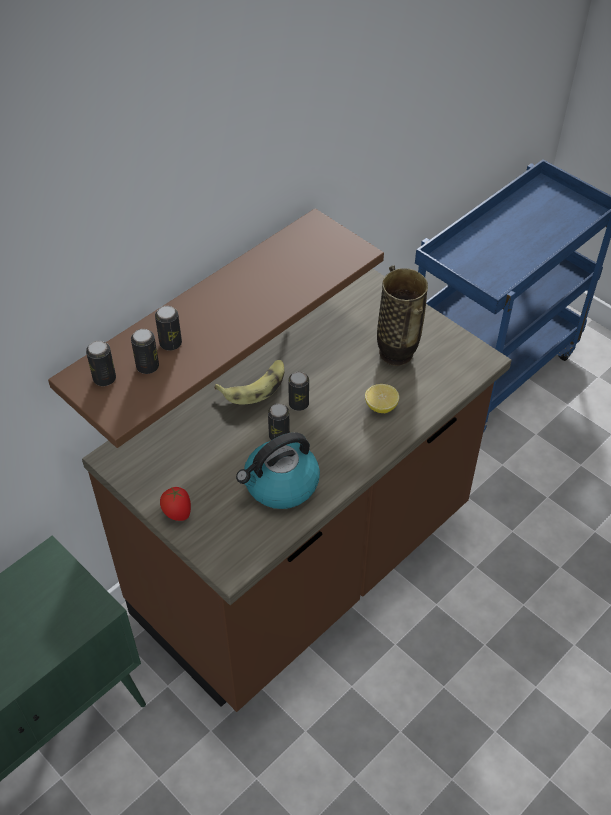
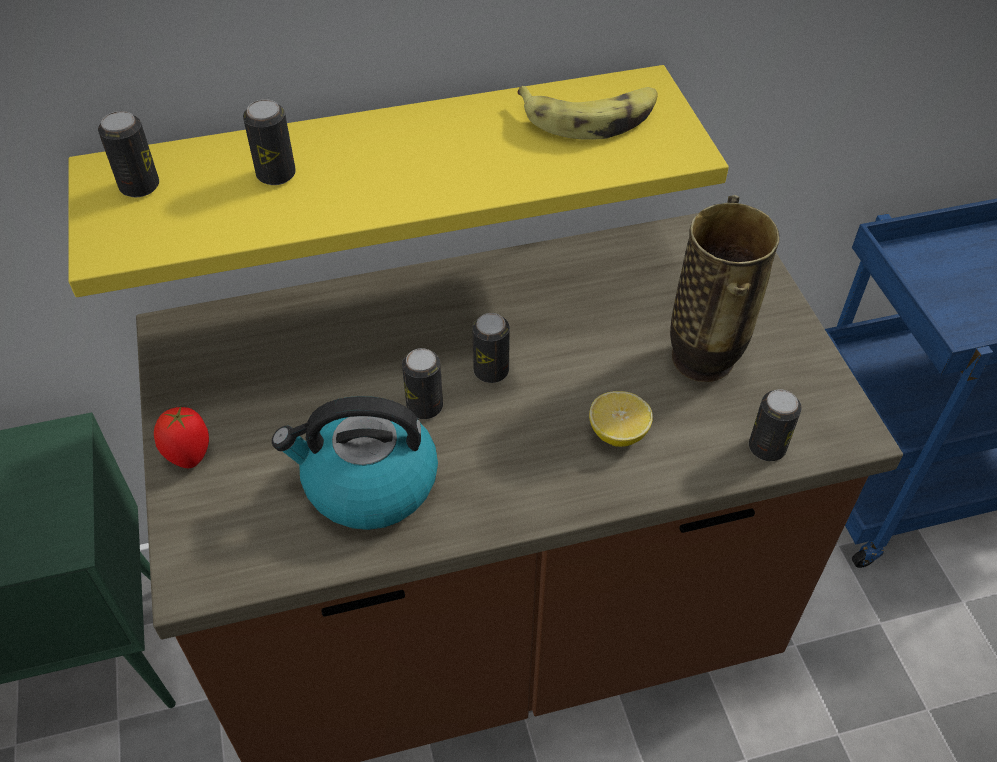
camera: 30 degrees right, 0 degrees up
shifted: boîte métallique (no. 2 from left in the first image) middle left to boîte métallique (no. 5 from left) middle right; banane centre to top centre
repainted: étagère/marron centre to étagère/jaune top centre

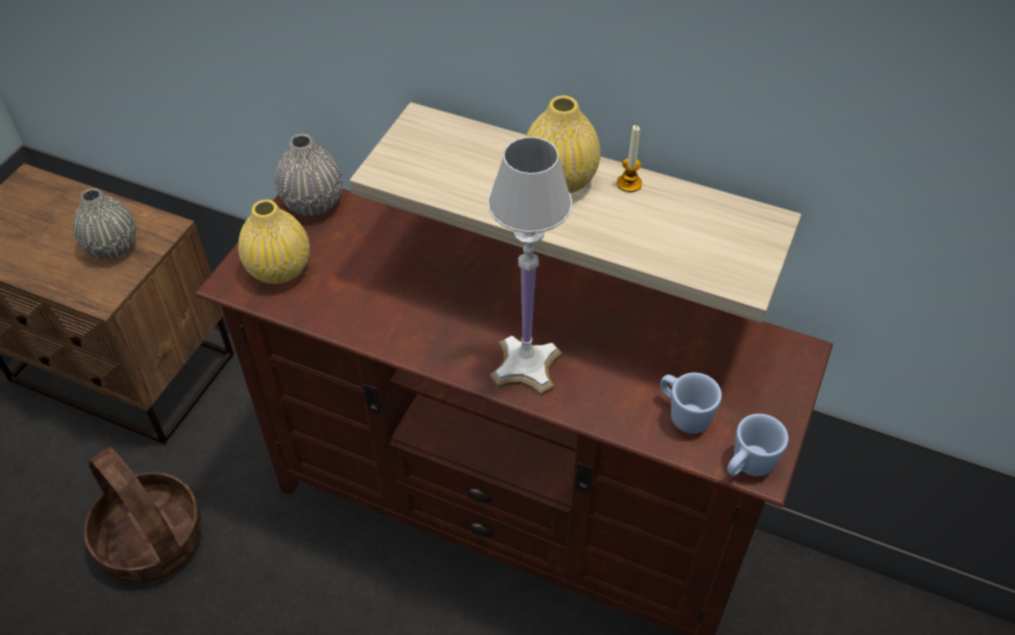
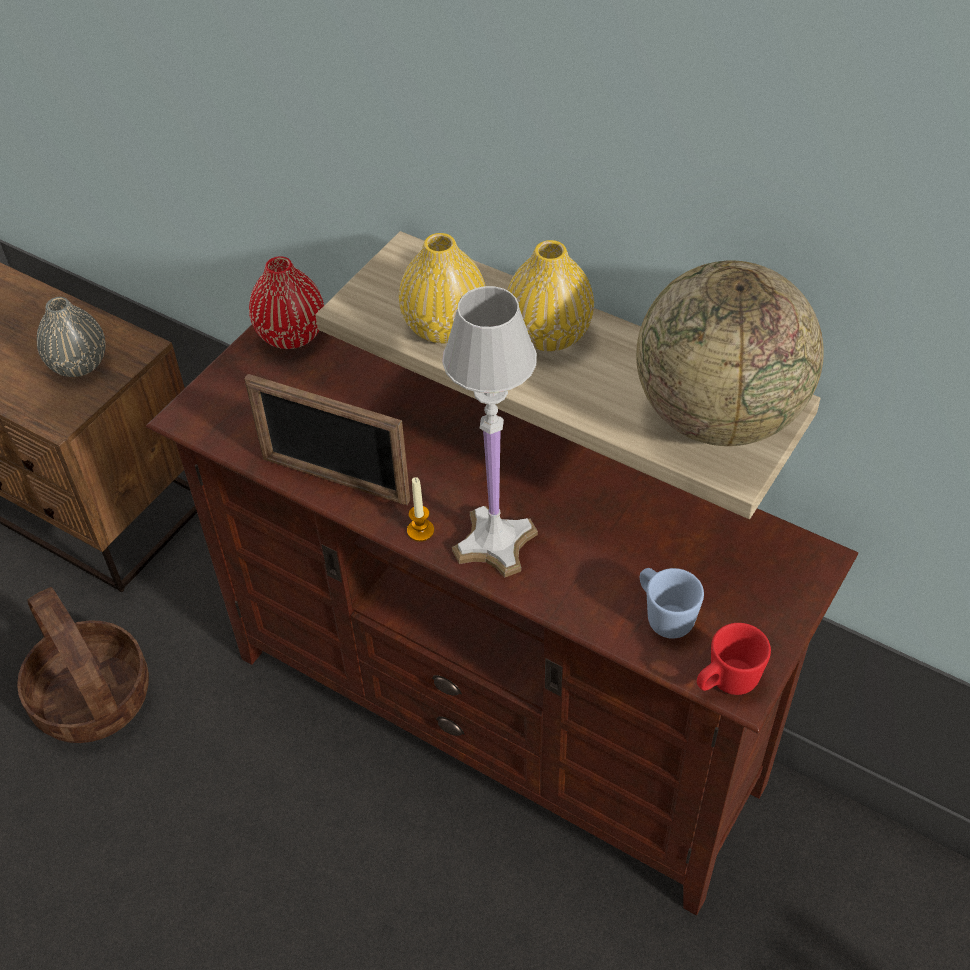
camera: 10 degrees right, 0 degrees up
new: cadre photo centre; globe middle right
shifted: vase/jaune (no. 1 from left) middle left to top centre; bougie top centre to centre
repainted: vase/gris (no. 2 from left) top left to vase/rouge top left; mug/bleu (no. 2 from left) bottom right to mug/rouge bottom right

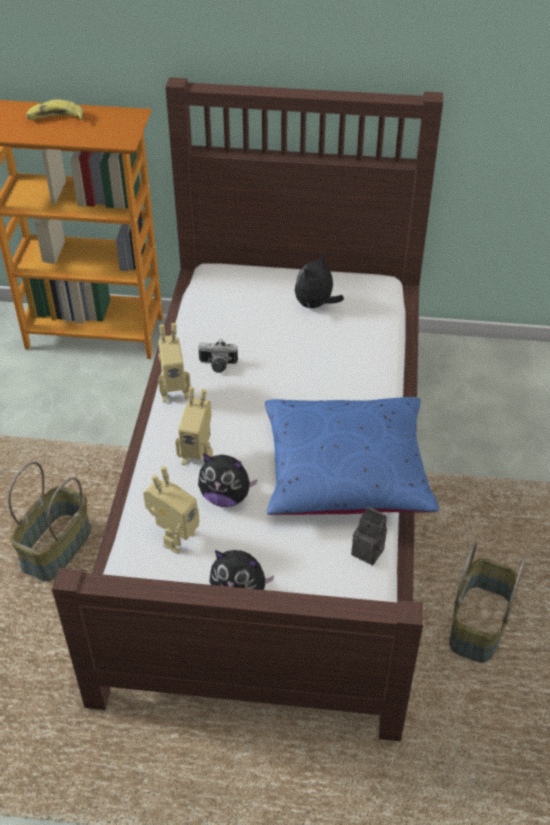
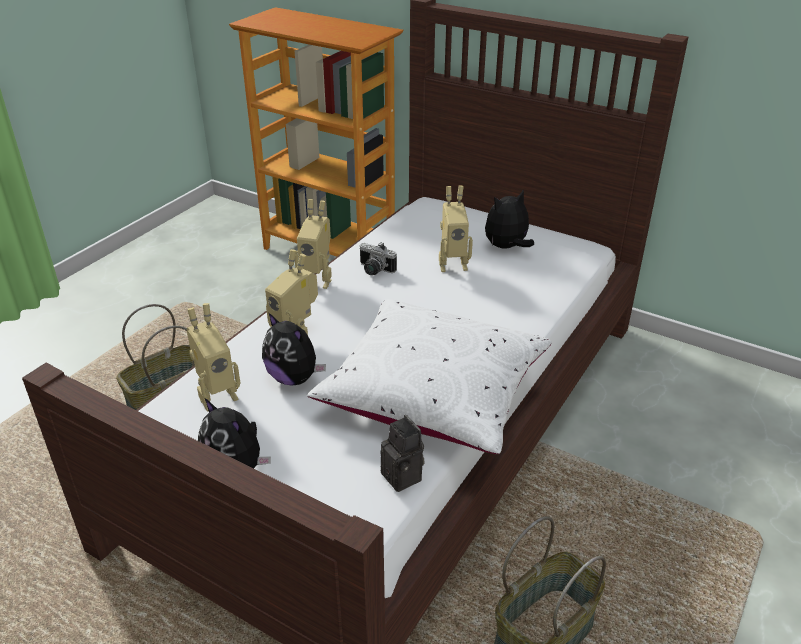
camera: 25 degrees right, 10 degrees down
gone: banane top left
new: robot jouet (no. 4 from left) centre
repainted: coussin/bleu centre to coussin/blanc centre

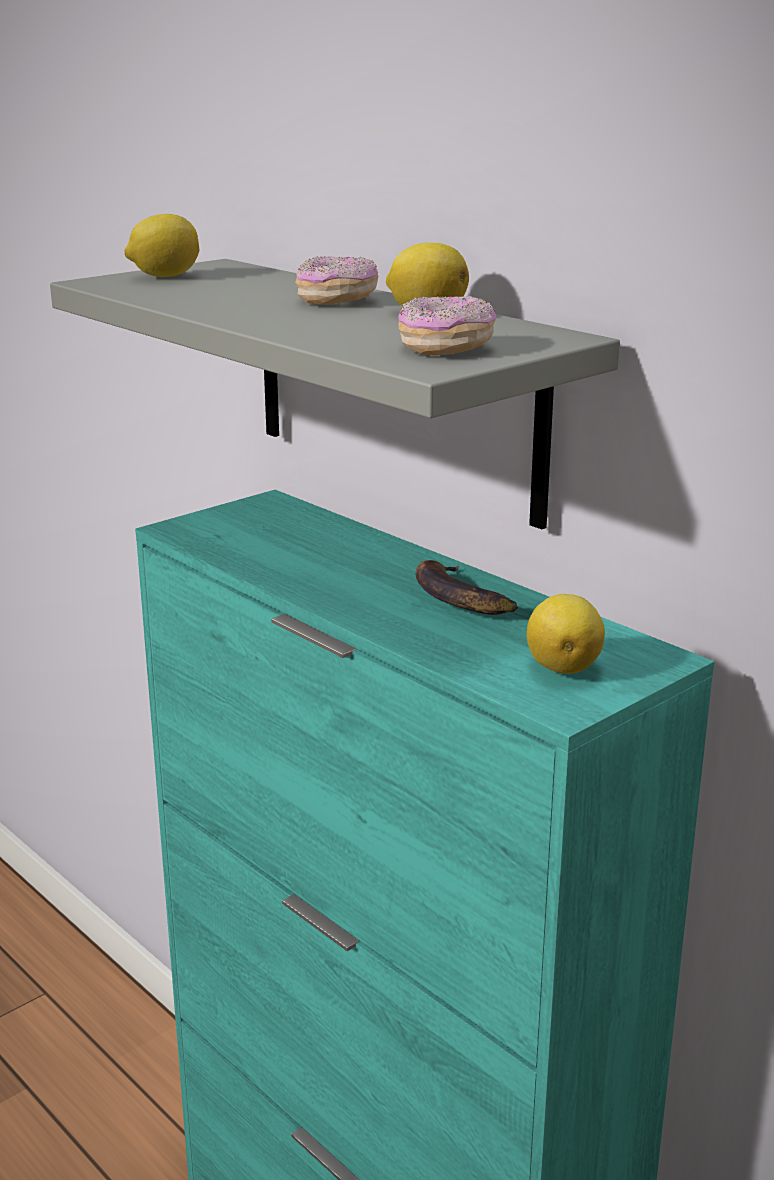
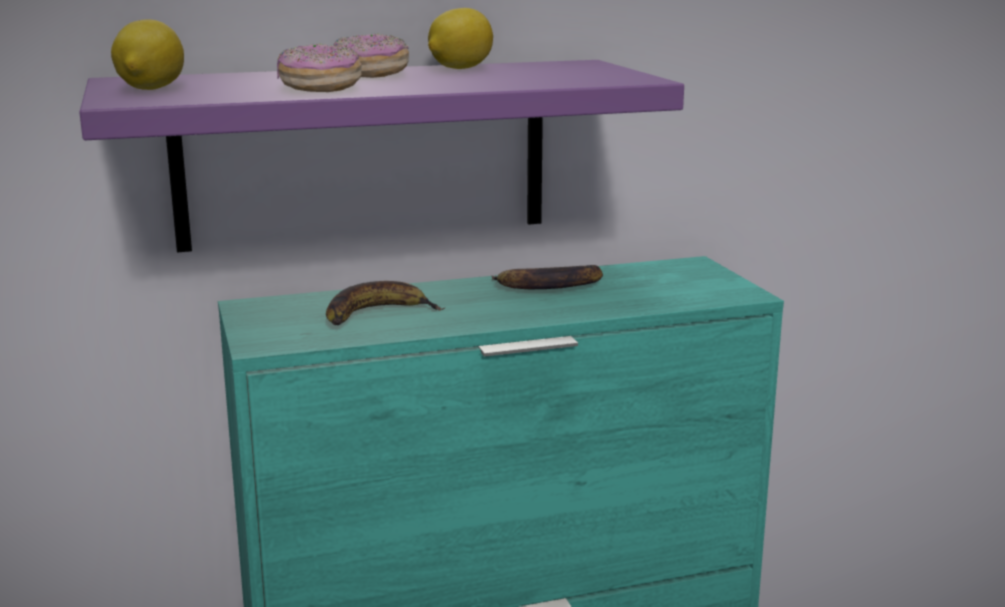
camera: 65 degrees left, 5 degrees down
gone: citron (no. 3 from left) middle right
new: banane (no. 1 from left) centre
shifted: beignet (no. 2 from left in the first image) top centre to beignet (no. 1 from left) top left
repainted: étagère/gris centre to étagère/violet top centre

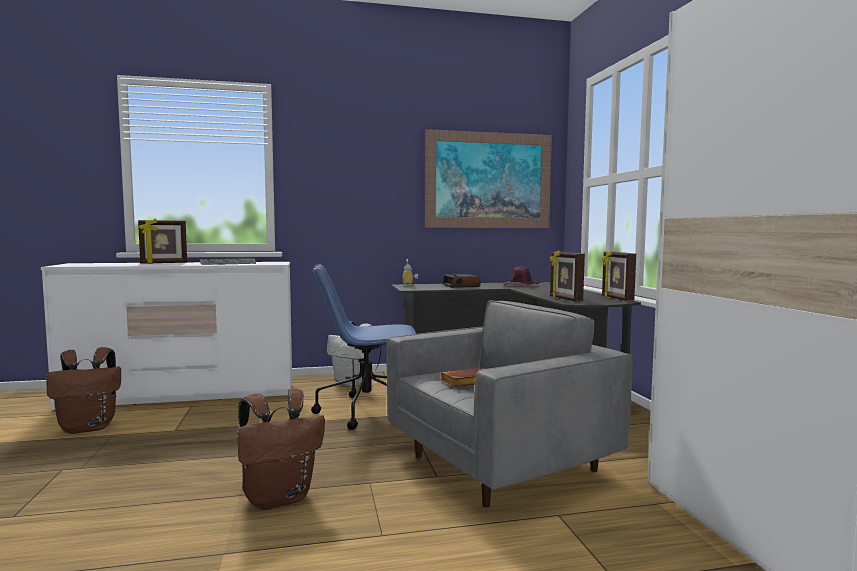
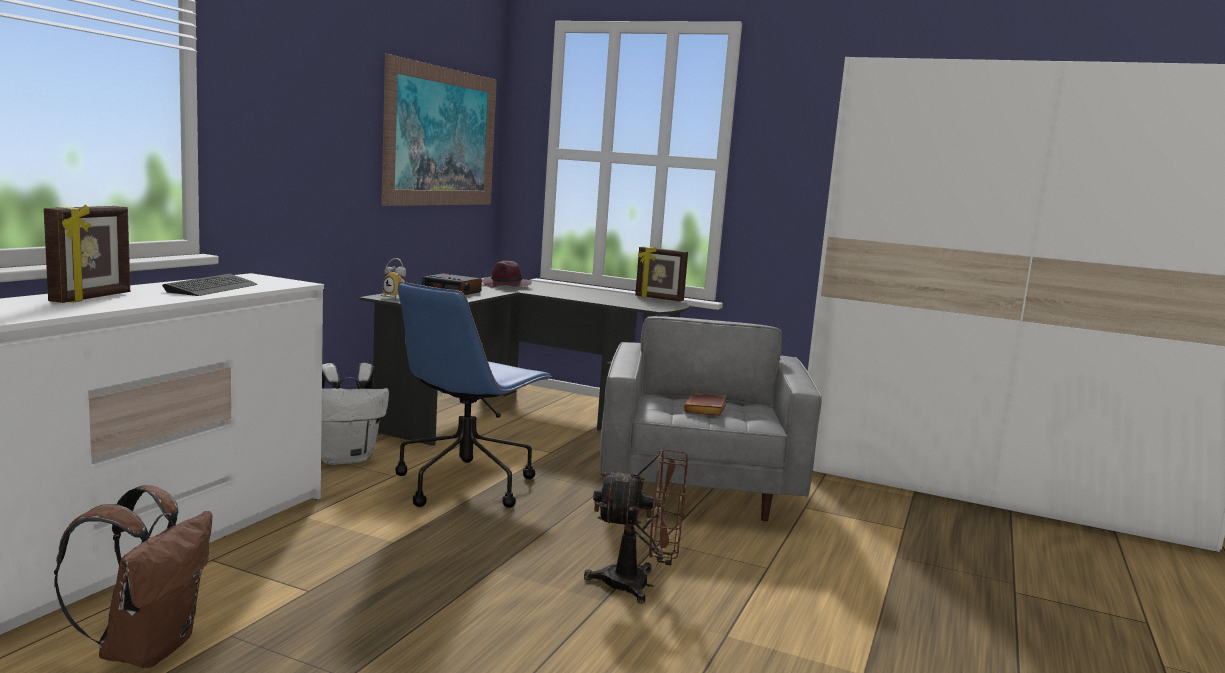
camera: 55 degrees left, 5 degrees up
gone: cadre photo (no. 2 from left) centre
swapped: sac à dos/marron (no. 2 from left) bottom left to ventilateur/marron bottom centre

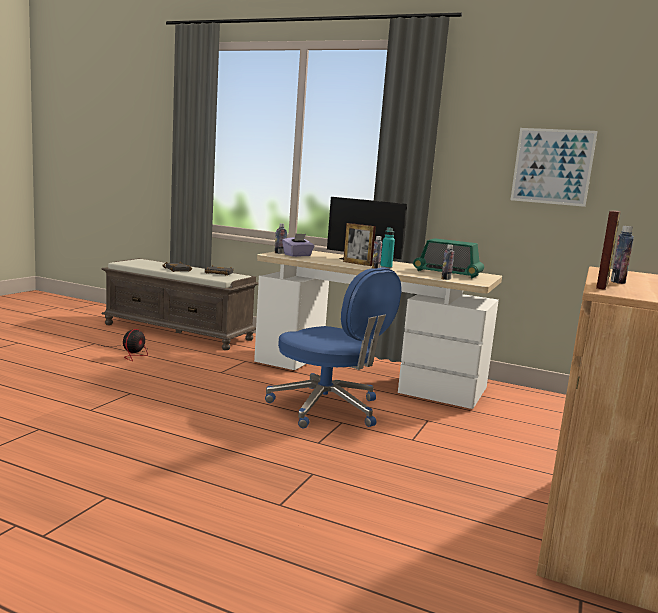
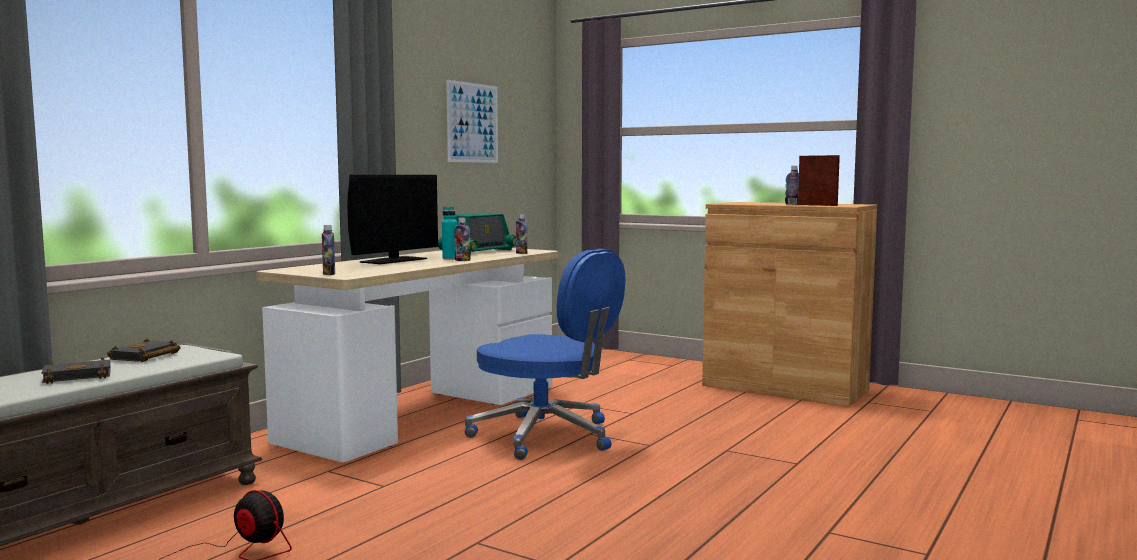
camera: 80 degrees left, 5 degrees down
gone: boîte à mouchoirs/violet centre; cadre photo (no. 1 from left) centre
rotated: chaise de bureau/bleu centre = centre 75 degrees clockwise

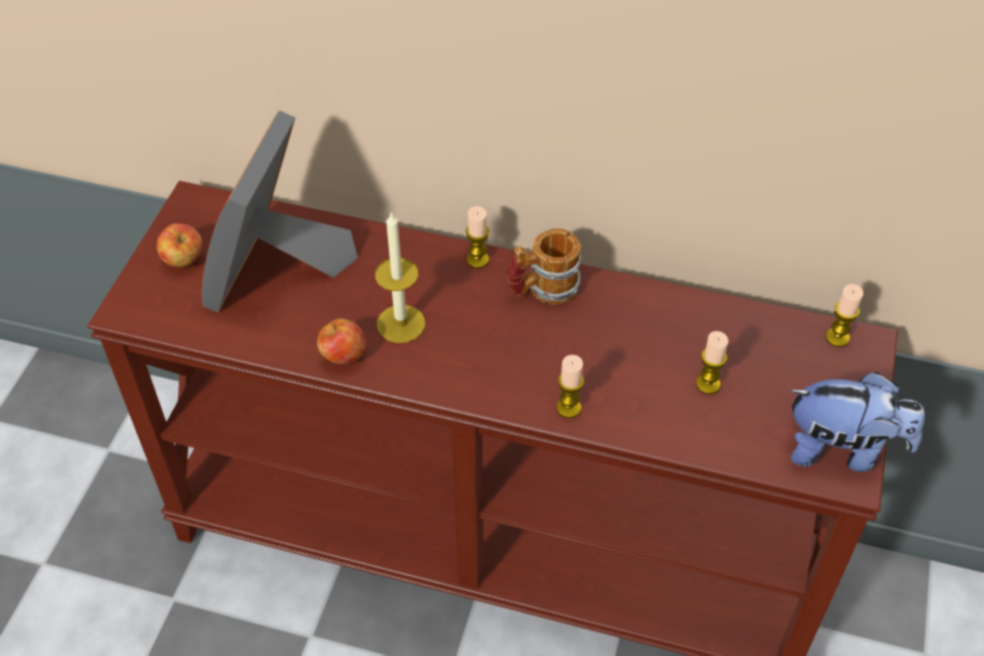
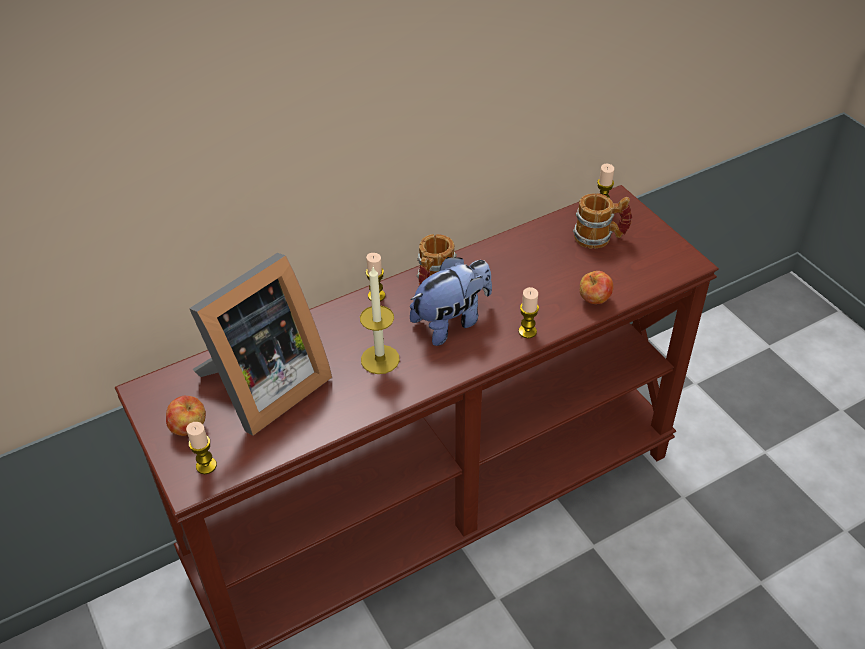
camera: 45 degrees left, 5 degrees down
new: mug (no. 2 from left) middle right
shifted: pomme (no. 2 from left) centre to middle right; bougie (no. 4 from left in the first image) middle right to bougie (no. 1 from left) bottom left; peluche middle right to centre
rotated: cadre photo top left = middle left 105 degrees counterclockwise

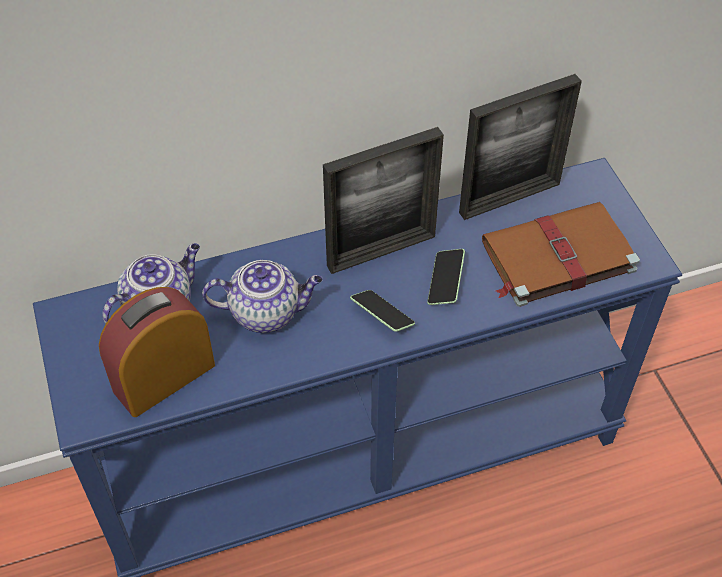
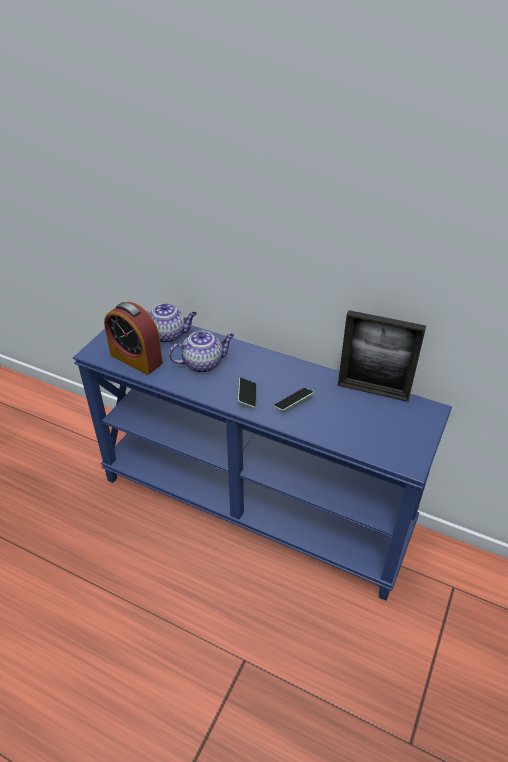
camera: 45 degrees right, 10 degrees down
gone: cadre photo (no. 1 from left) centre; livre/marron middle right
rotated: réveil middle left = middle left 150 degrees counterclockwise; théière (no. 2 from left) centre = centre 60 degrees counterclockwise

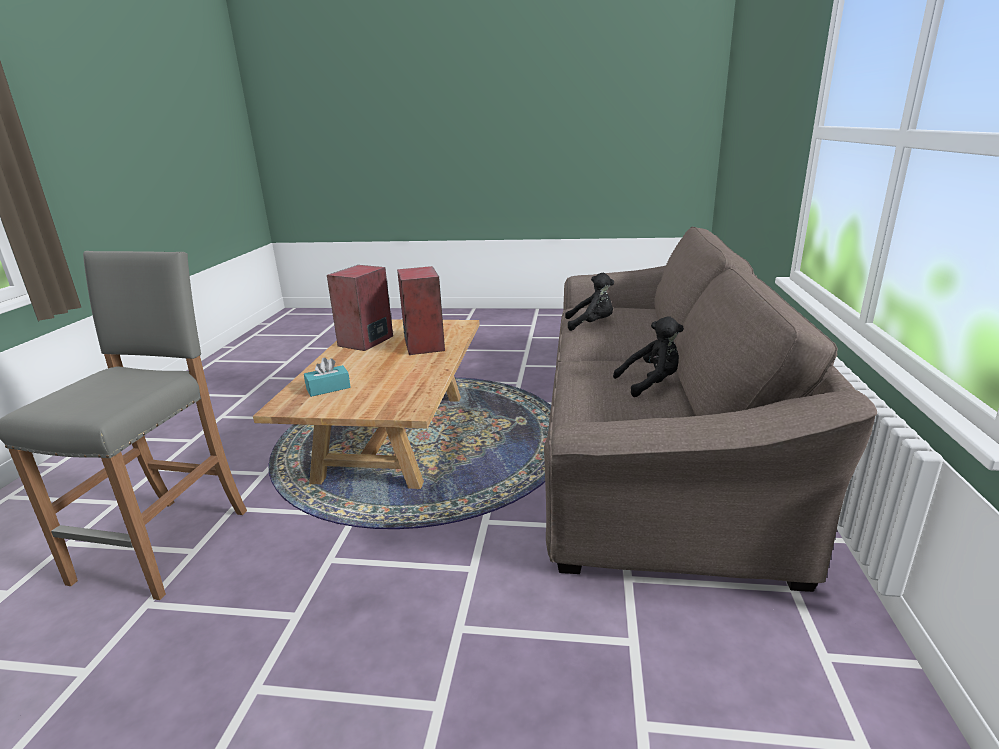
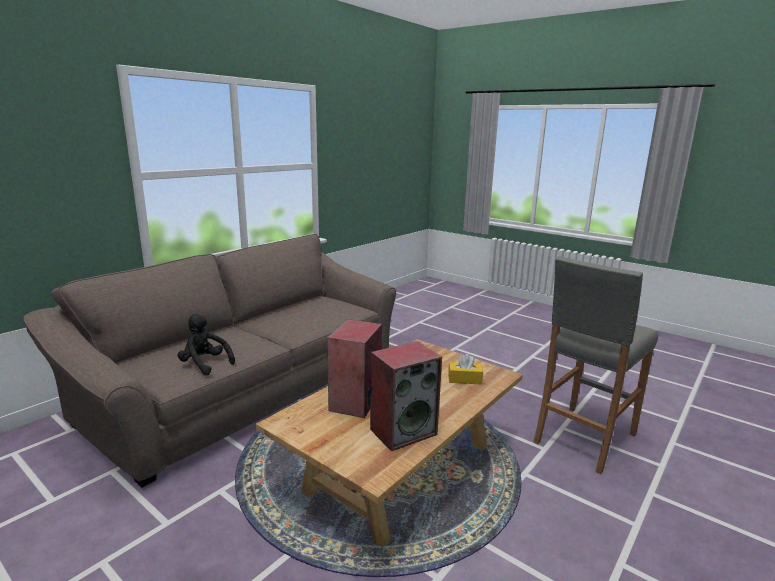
camera: 150 degrees left, 5 degrees down
gone: peluche/noir (no. 2 from left) centre
repainted: boîte à mouchoirs/turquoise middle left to boîte à mouchoirs/jaune centre

